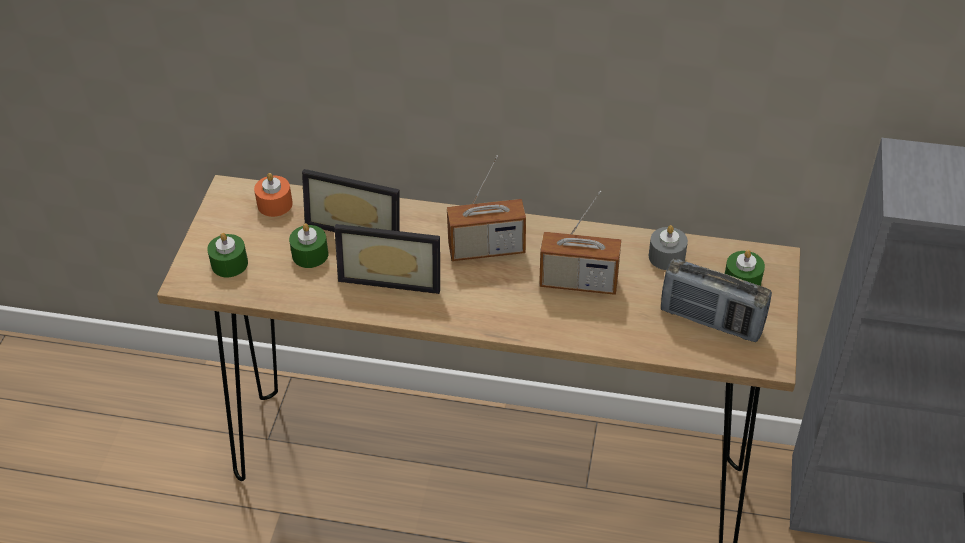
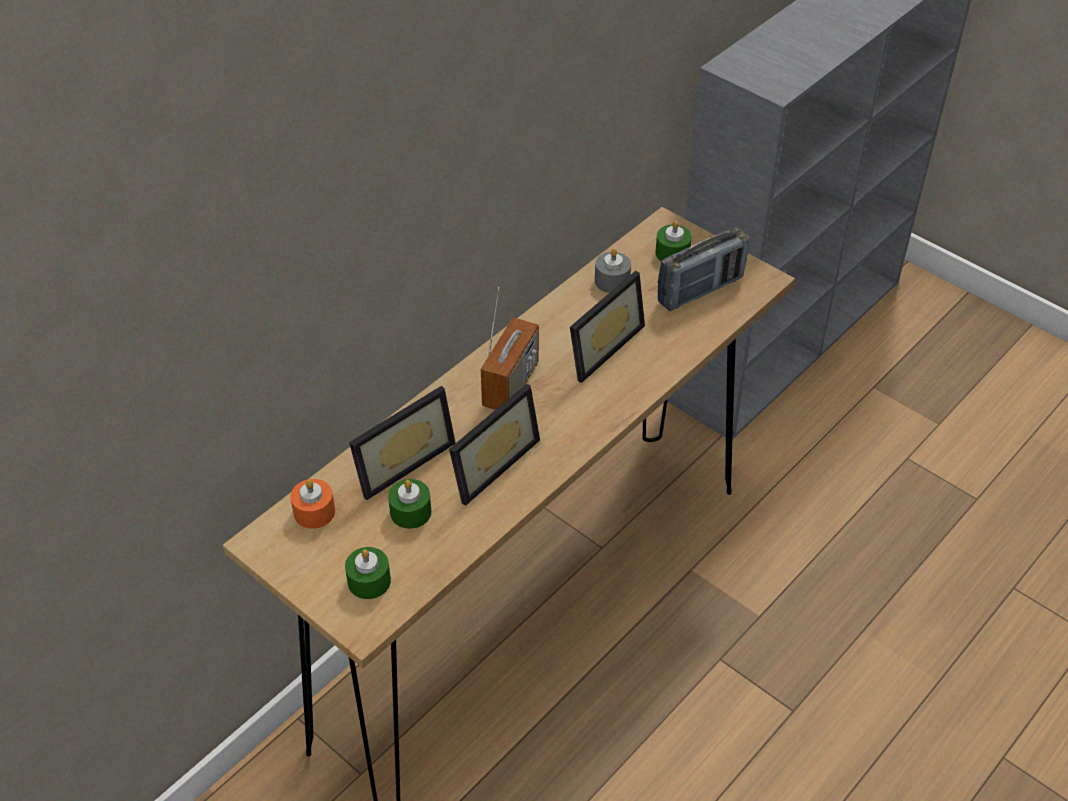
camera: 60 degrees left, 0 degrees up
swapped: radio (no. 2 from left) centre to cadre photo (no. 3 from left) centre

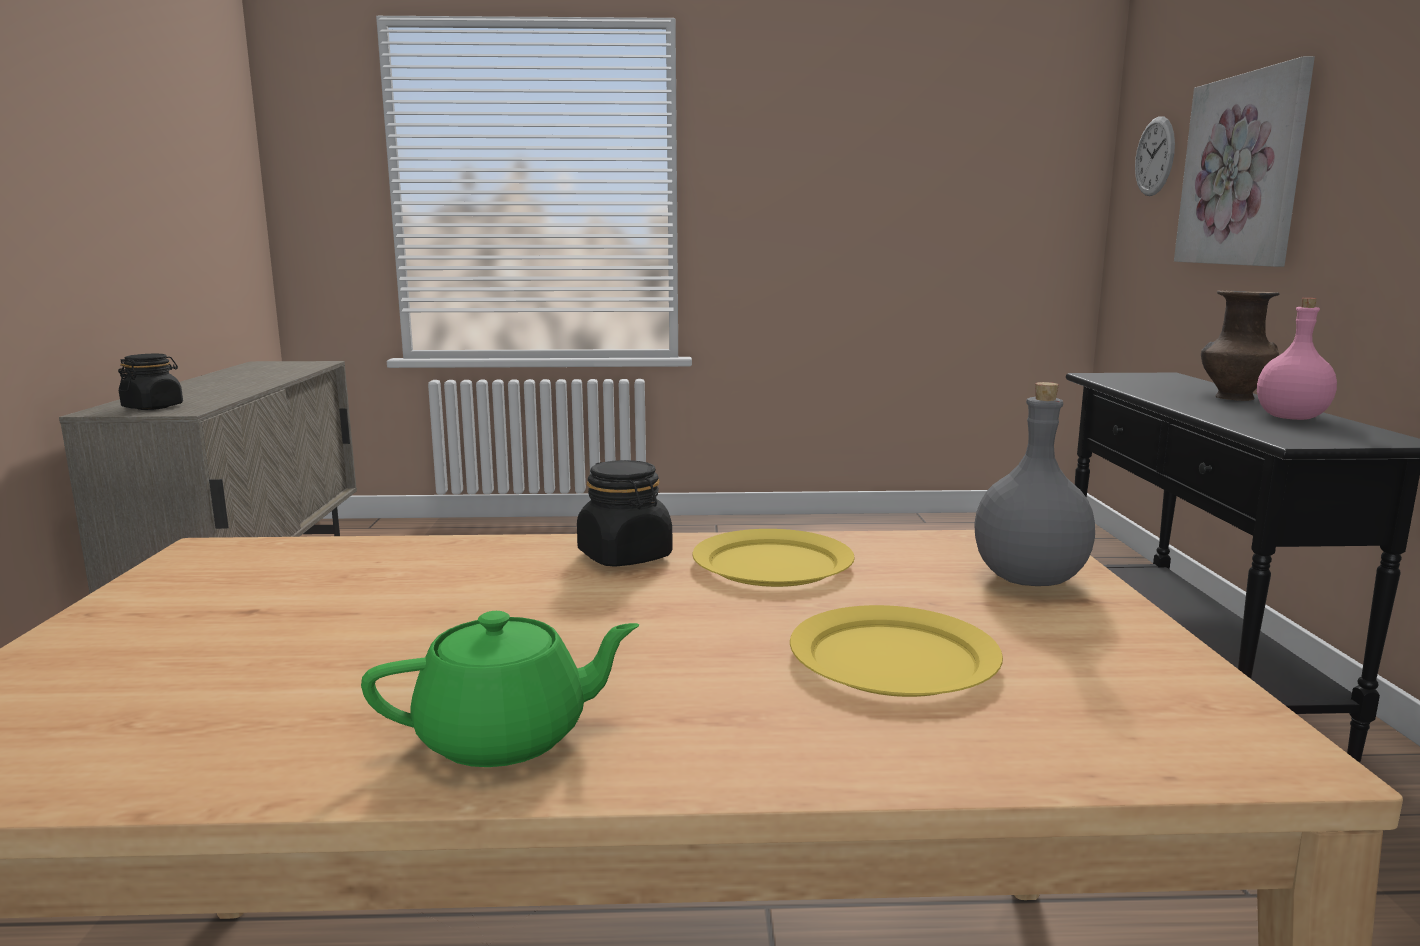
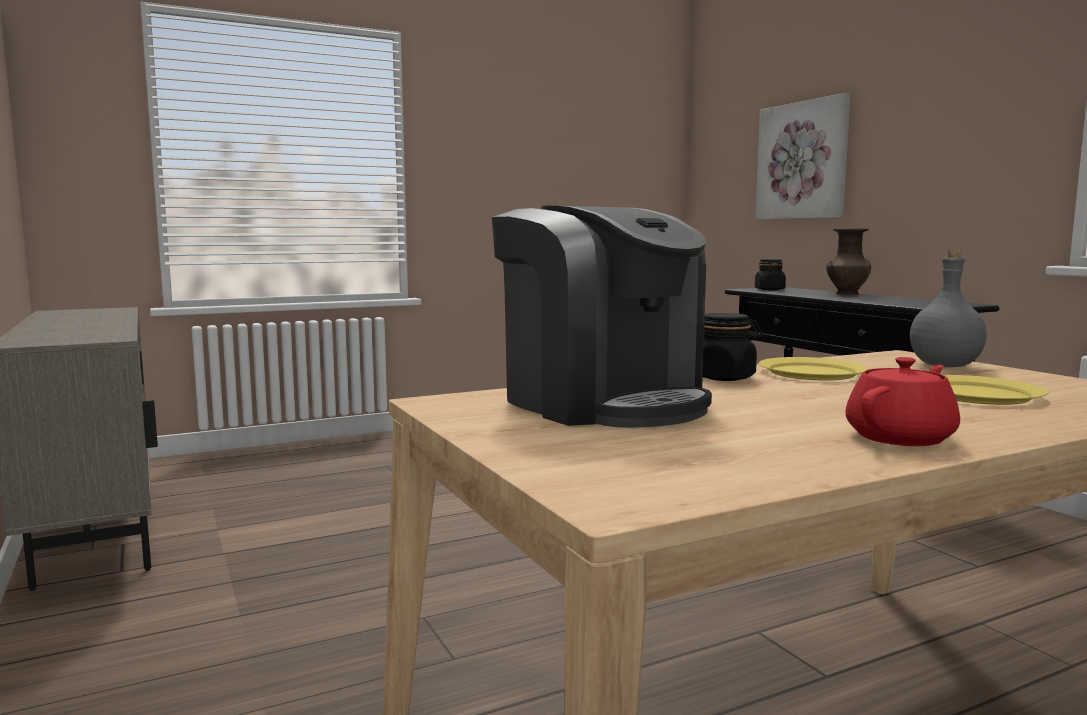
camera: 25 degrees left, 5 degrees down
gone: horloge murale top right; bouteille/rose middle right
new: machine à café centre
shifted: bocal/noir (no. 1 from left in the first image) middle left to bocal/noir (no. 2 from left) middle right
repainted: théière/vert bottom centre to théière/rouge middle right

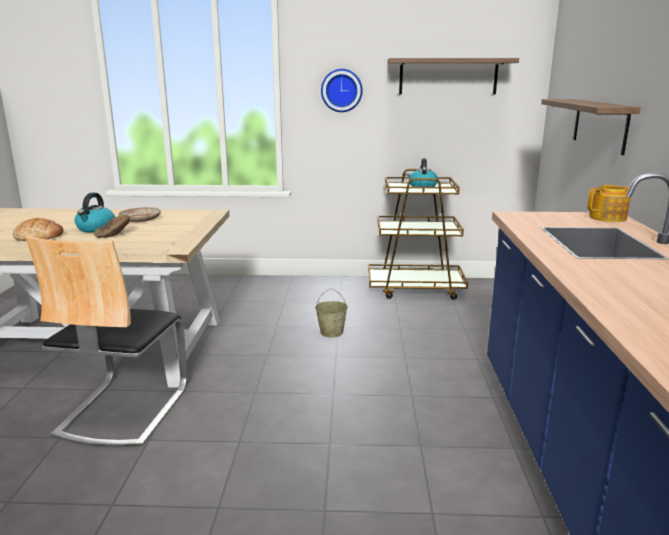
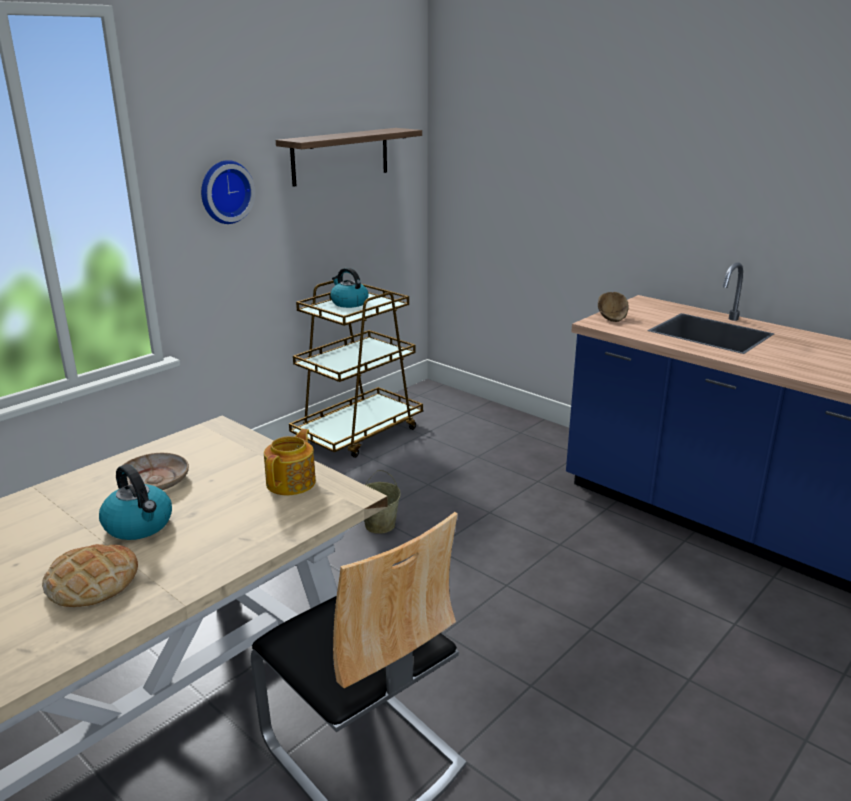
camera: 50 degrees left, 5 degrees up
gone: étagère (no. 2 from left) top right
shifted: bol/marron middle left to middle right; théière middle right to centre

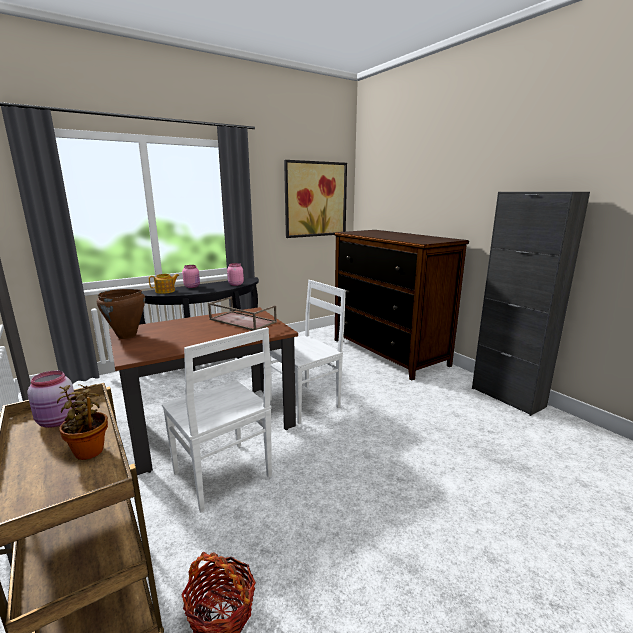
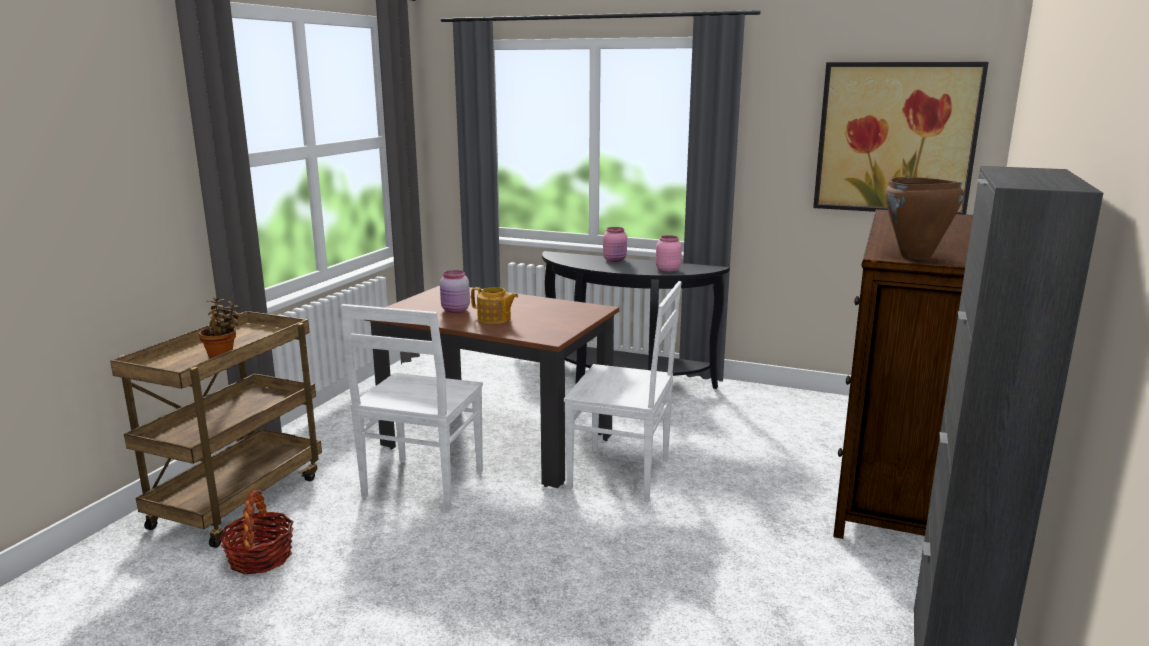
camera: 55 degrees right, 0 degrees up
gone: plateau/marron centre
shifted: bocal/rose (no. 1 from left) middle left to centre; marmite/marron middle left to middle right; théière middle left to centre

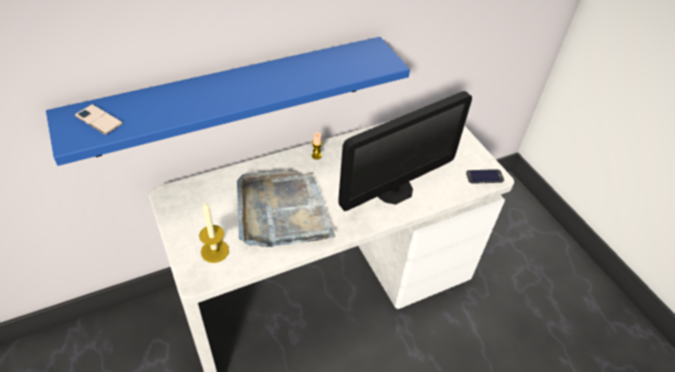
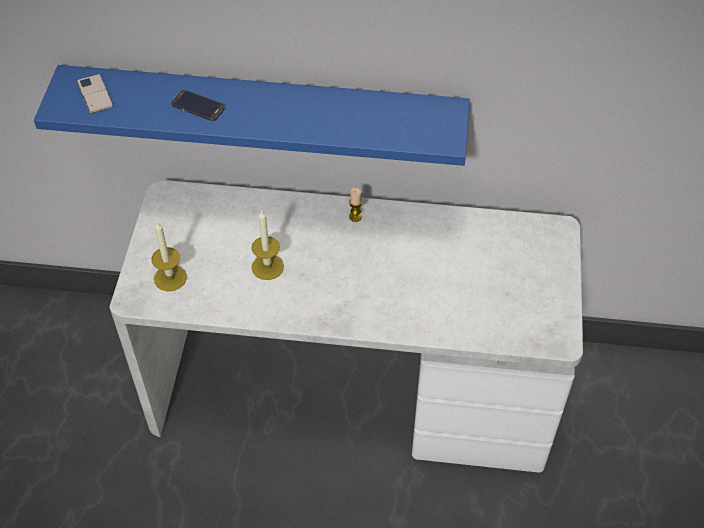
camera: 35 degrees right, 5 degrees up
gone: écran d'ordinateur centre
shifted: téléphone (no. 2 from left) middle right to top left
swapped: plateau/gris centre to bougie (no. 2 from left) centre

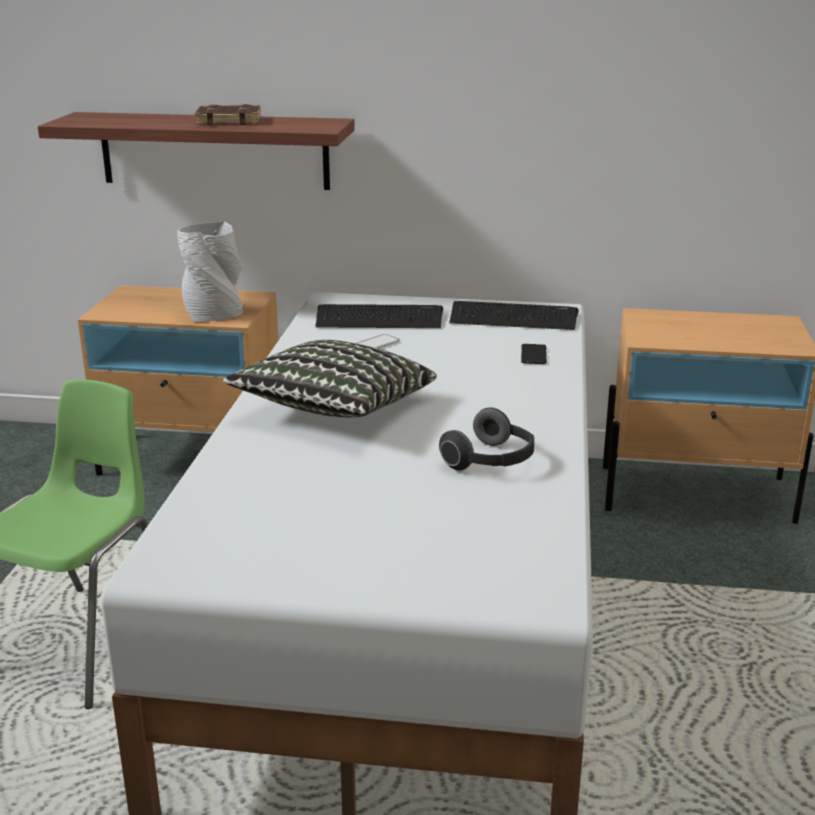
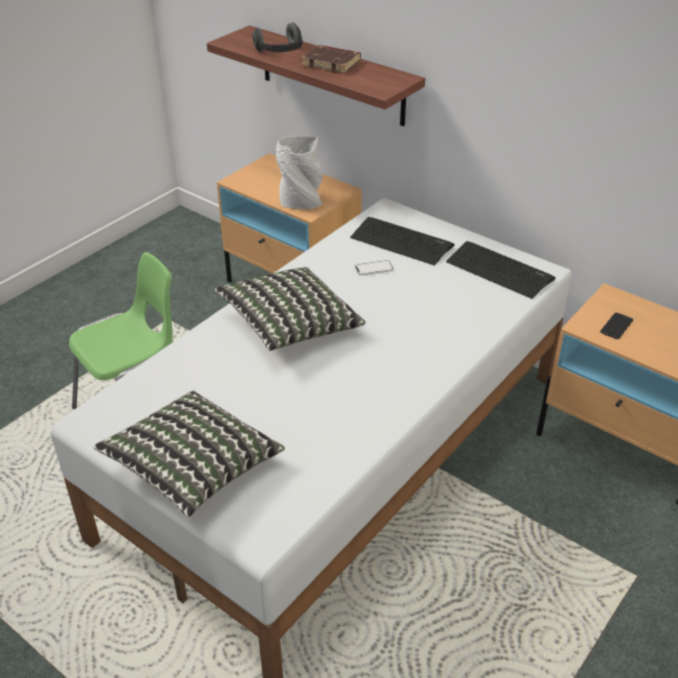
camera: 30 degrees right, 15 degrees up
new: coussin (no. 1 from left) bottom left
shifted: casque audio centre to top centre; téléphone (no. 2 from left) centre to middle right

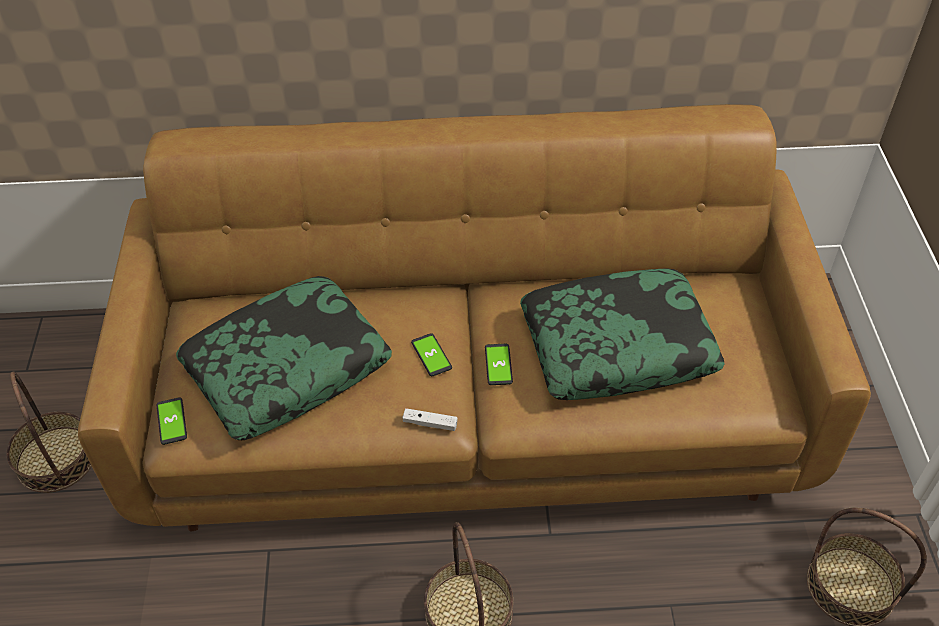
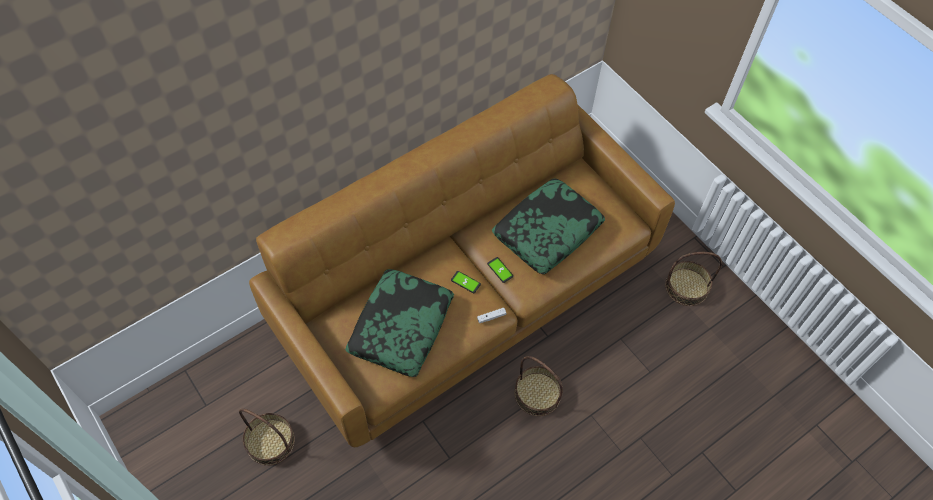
camera: 35 degrees left, 10 degrees up
gone: téléphone (no. 1 from left) bottom left

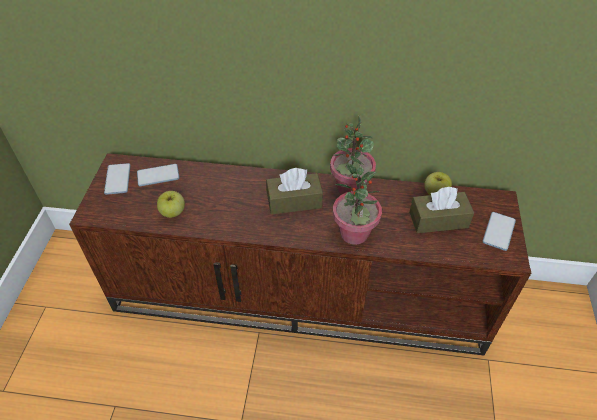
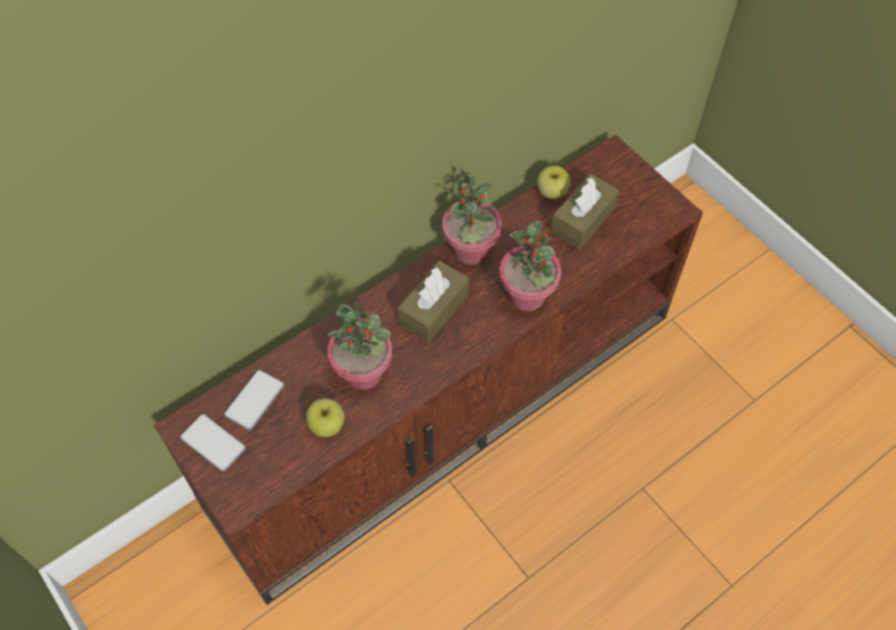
camera: 45 degrees left, 10 degrees up
gone: téléphone (no. 3 from left) middle right
new: plante en pot (no. 1 from left) centre

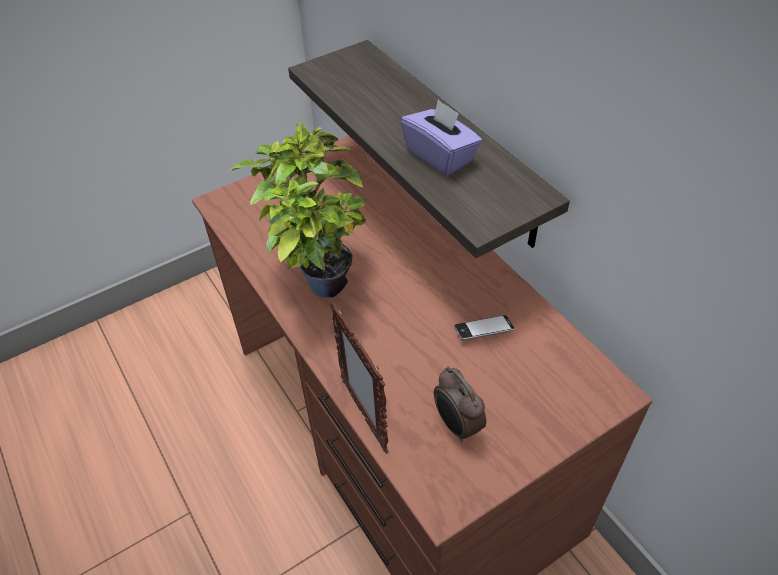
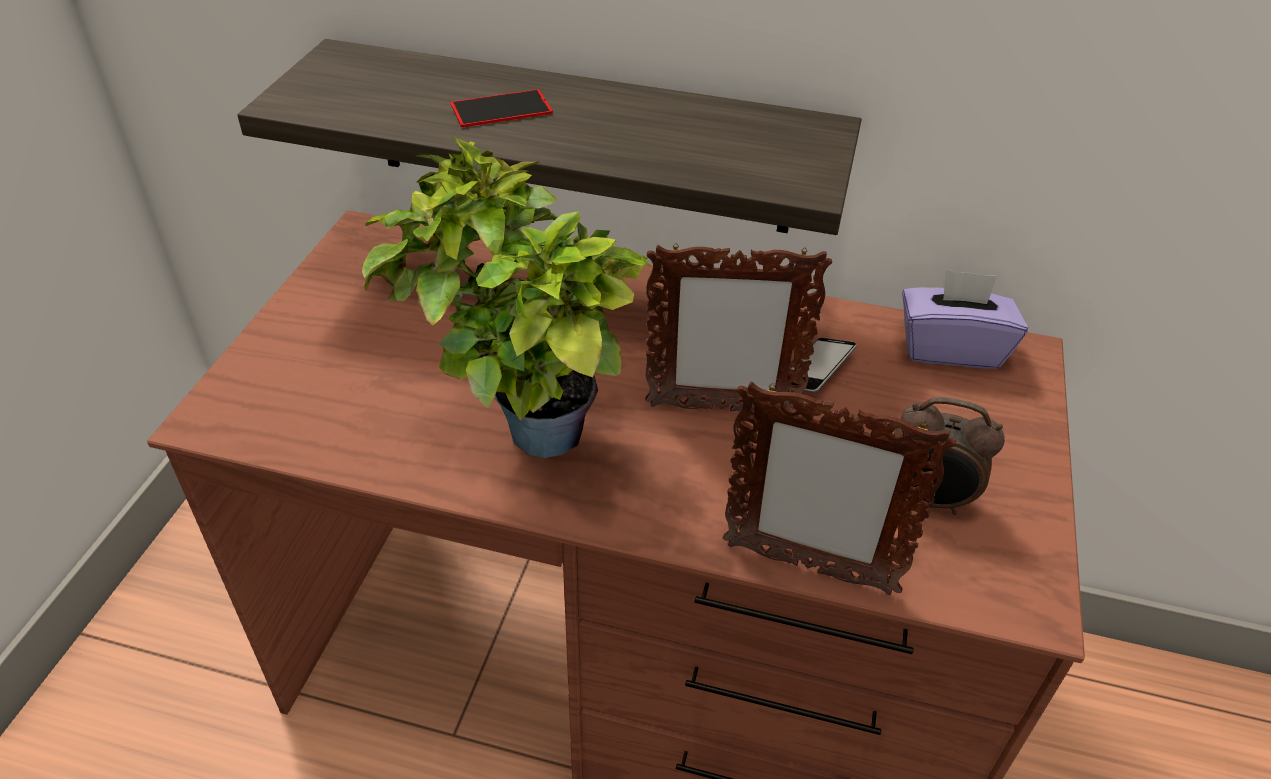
camera: 45 degrees left, 5 degrees down
new: téléphone (no. 1 from left) top centre; cadre photo (no. 1 from left) centre
shifted: boîte à mouchoirs/violet top centre to middle right

